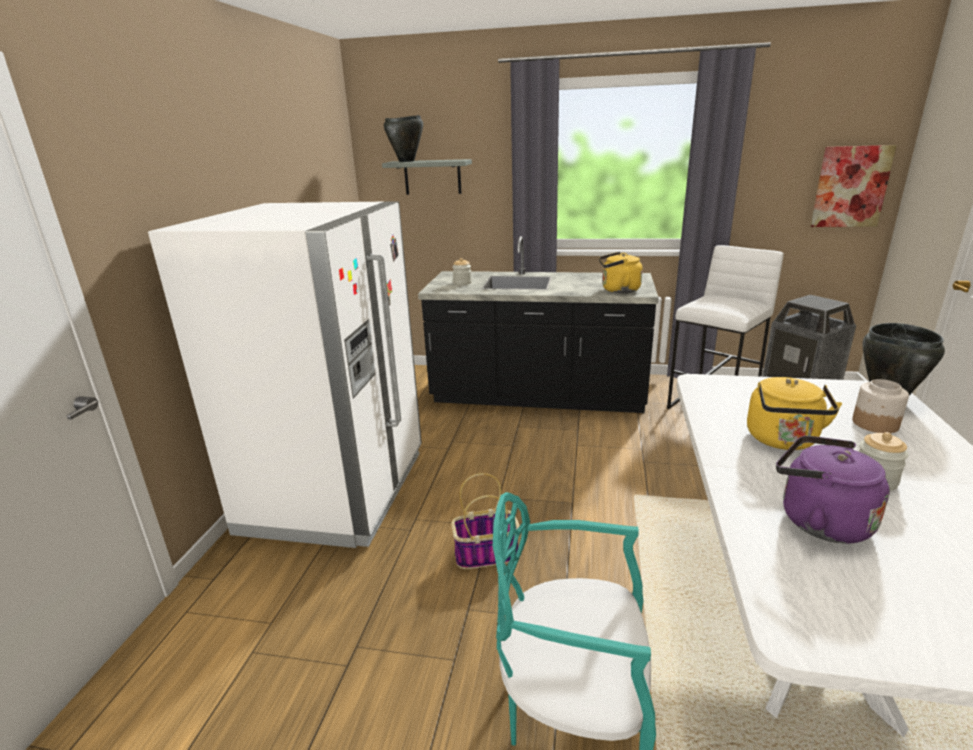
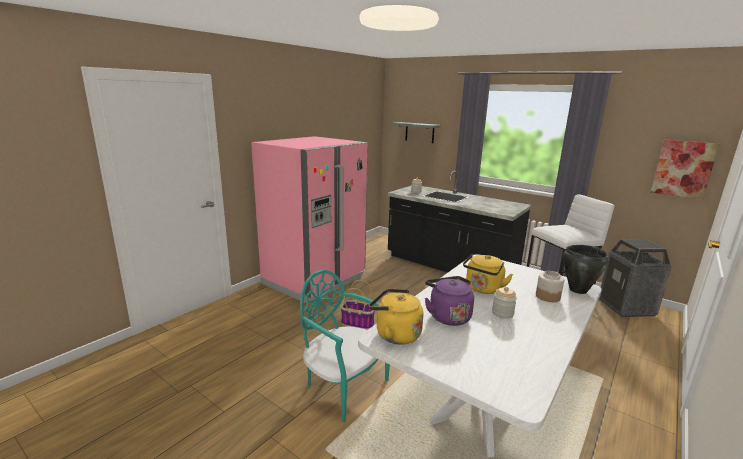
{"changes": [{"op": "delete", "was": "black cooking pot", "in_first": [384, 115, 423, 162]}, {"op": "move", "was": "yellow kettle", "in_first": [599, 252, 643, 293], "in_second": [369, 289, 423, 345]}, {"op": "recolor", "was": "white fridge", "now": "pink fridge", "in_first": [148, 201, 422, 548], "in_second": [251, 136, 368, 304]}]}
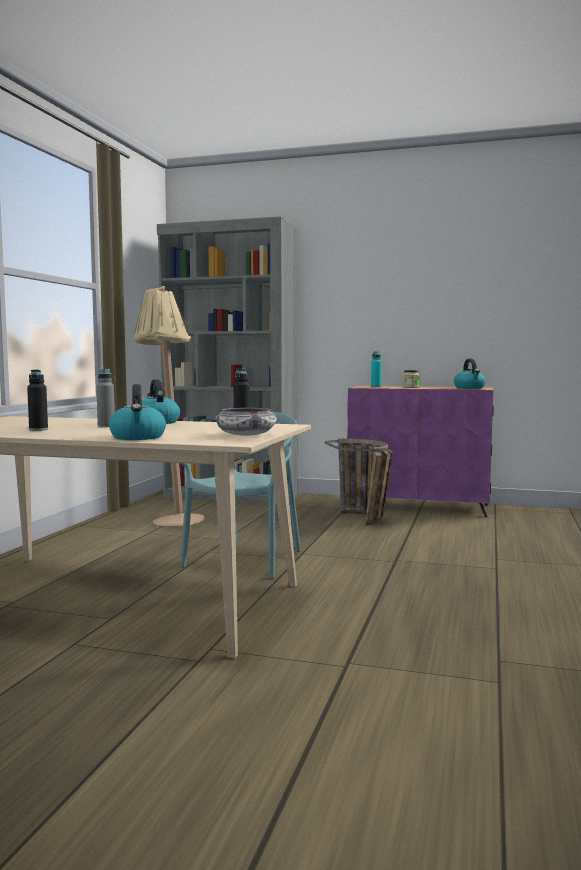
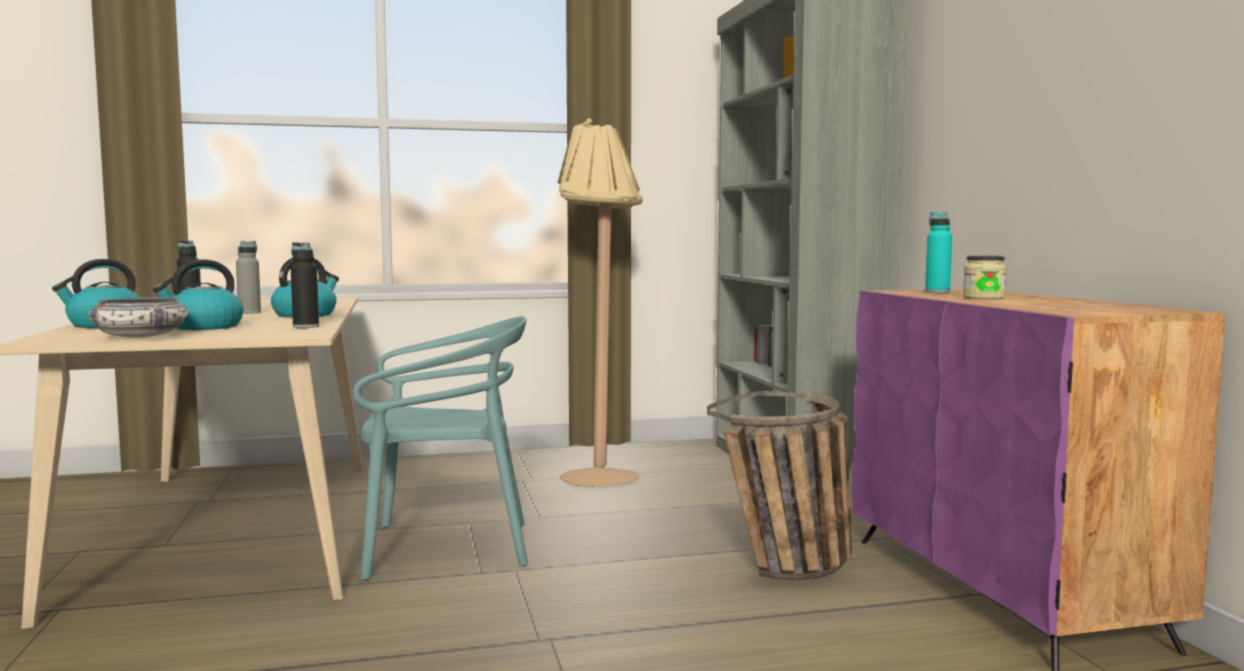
{"changes": [{"op": "move", "was": "kettle", "in_first": [454, 359, 486, 389], "in_second": [153, 259, 244, 330]}]}
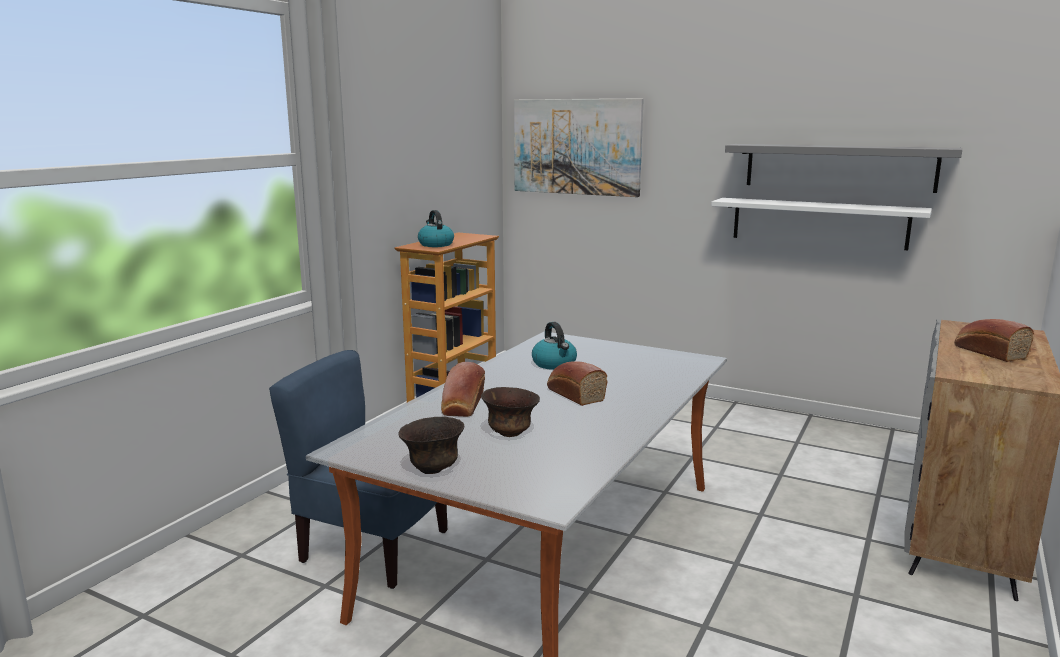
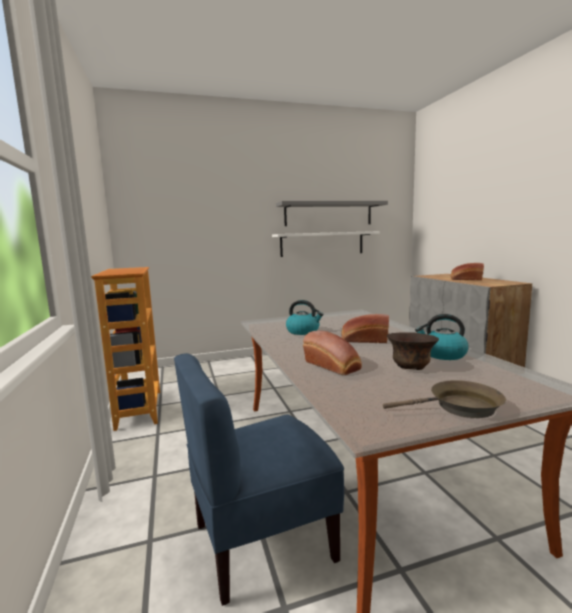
{"changes": [{"op": "delete", "was": "picture", "in_first": [514, 98, 644, 197]}, {"op": "move", "was": "kettle", "in_first": [418, 210, 454, 247], "in_second": [415, 314, 469, 360]}, {"op": "replace", "was": "brown bowl", "now": "brown frying pan", "in_first": [398, 417, 464, 474], "in_second": [383, 380, 506, 418]}]}
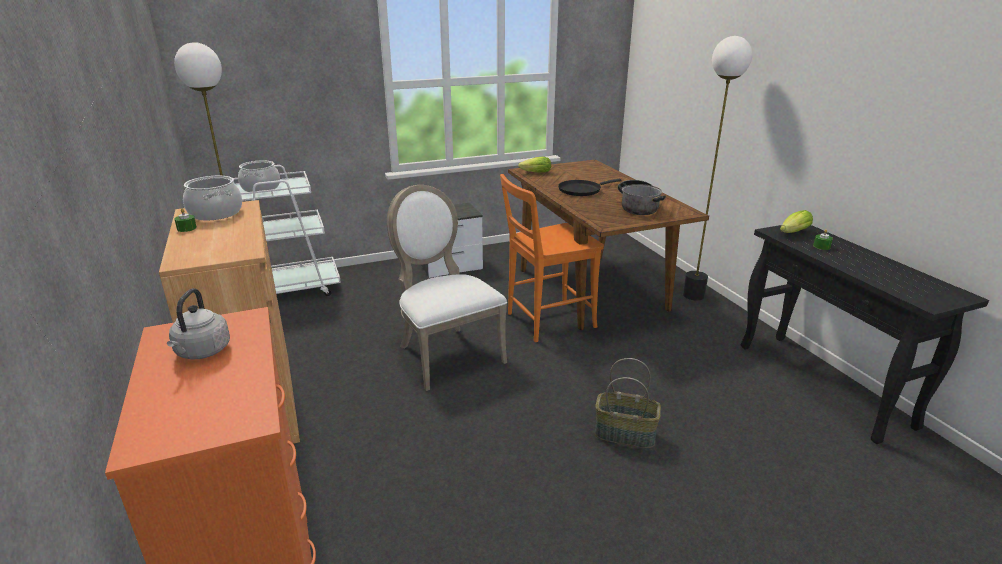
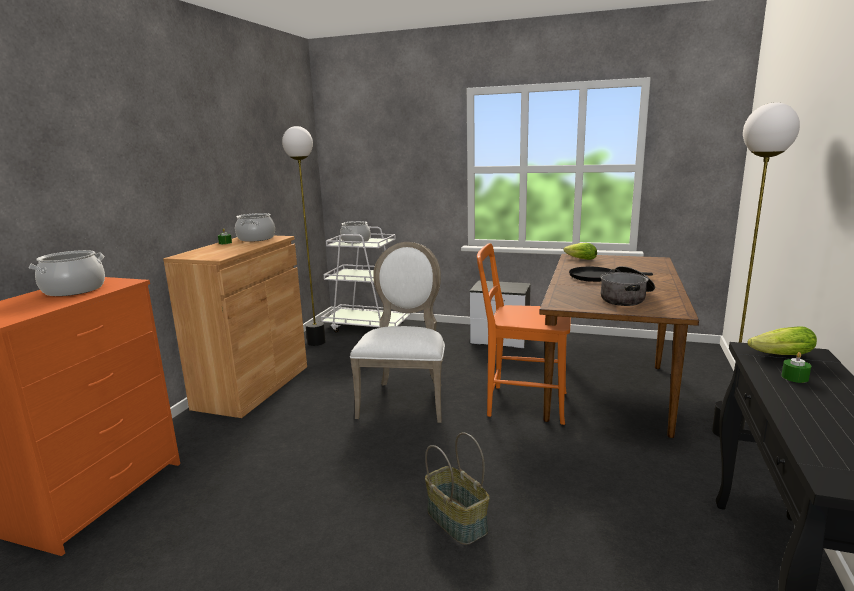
{"changes": [{"op": "replace", "was": "grey kettle", "now": "cooking pot", "in_first": [167, 288, 230, 359], "in_second": [29, 250, 105, 296]}]}
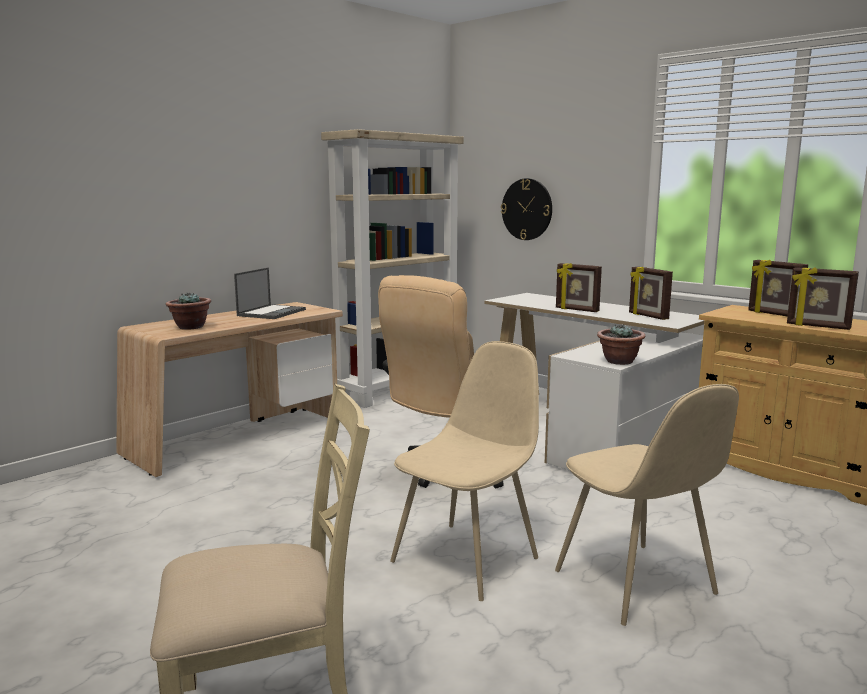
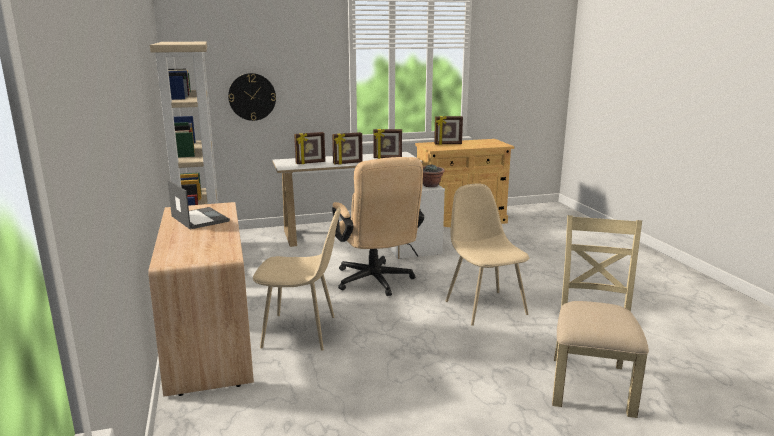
{"changes": [{"op": "delete", "was": "potted plant", "in_first": [166, 293, 211, 330]}, {"op": "move", "was": "beige chair", "in_first": [555, 384, 739, 626], "in_second": [253, 207, 341, 351]}, {"op": "move", "was": "picture frame", "in_first": [787, 267, 859, 330], "in_second": [294, 132, 325, 164]}]}
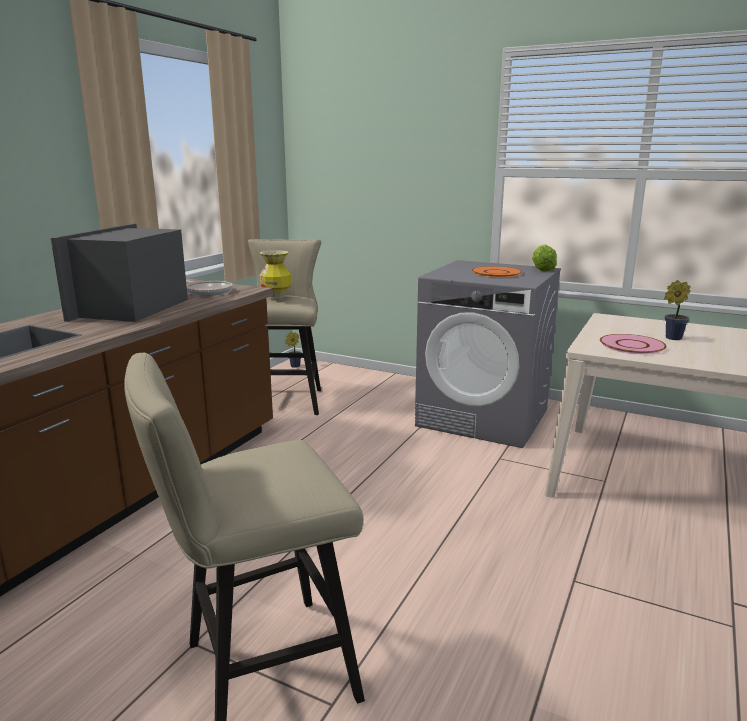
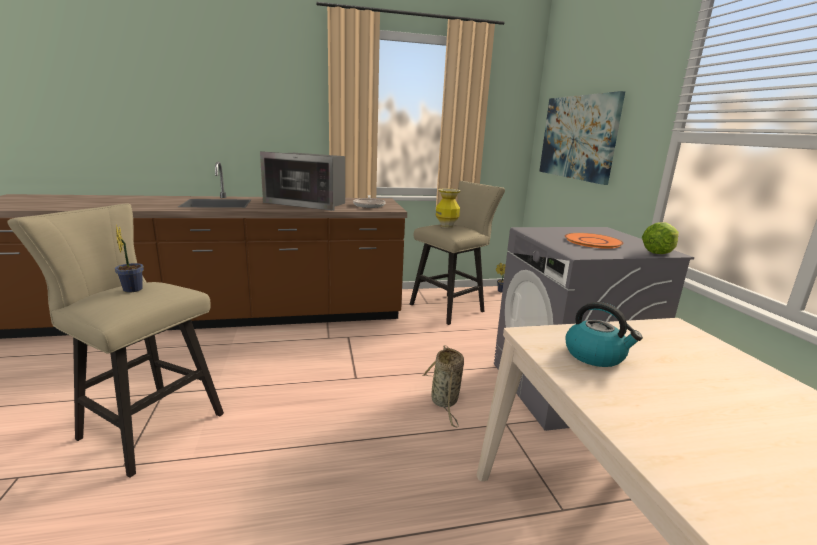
{"changes": [{"op": "insert", "now": "basket", "in_second": [422, 346, 464, 427]}, {"op": "insert", "now": "picture", "in_second": [539, 91, 625, 185]}, {"op": "move", "was": "potted plant", "in_first": [664, 280, 691, 340], "in_second": [115, 224, 144, 293]}, {"op": "replace", "was": "pink plate", "now": "kettle", "in_first": [600, 334, 667, 354], "in_second": [565, 302, 643, 367]}, {"op": "rotate", "was": "microwave", "in_first": [51, 224, 188, 322], "in_second": [260, 151, 345, 211], "clockwise": -135}]}
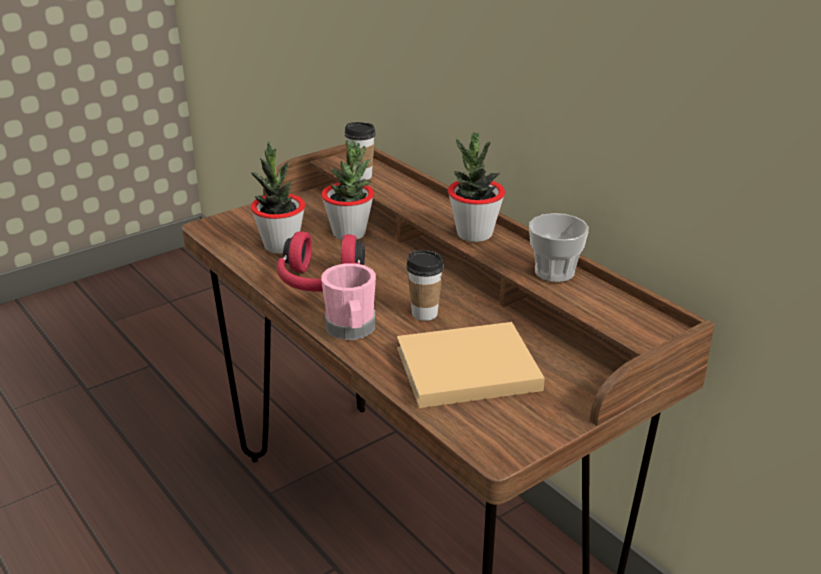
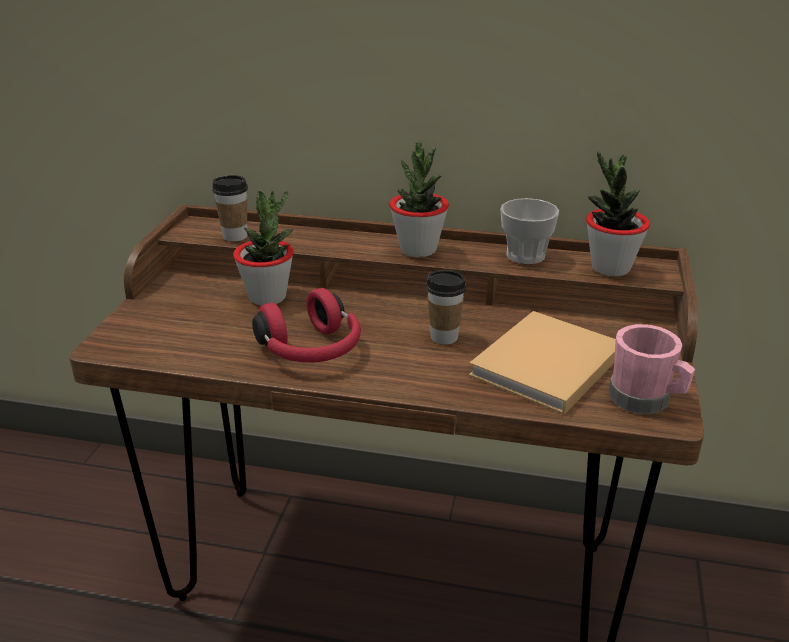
{"changes": [{"op": "move", "was": "potted plant", "in_first": [251, 141, 305, 254], "in_second": [586, 151, 650, 277]}, {"op": "move", "was": "pink mug", "in_first": [321, 263, 376, 340], "in_second": [609, 324, 695, 414]}]}
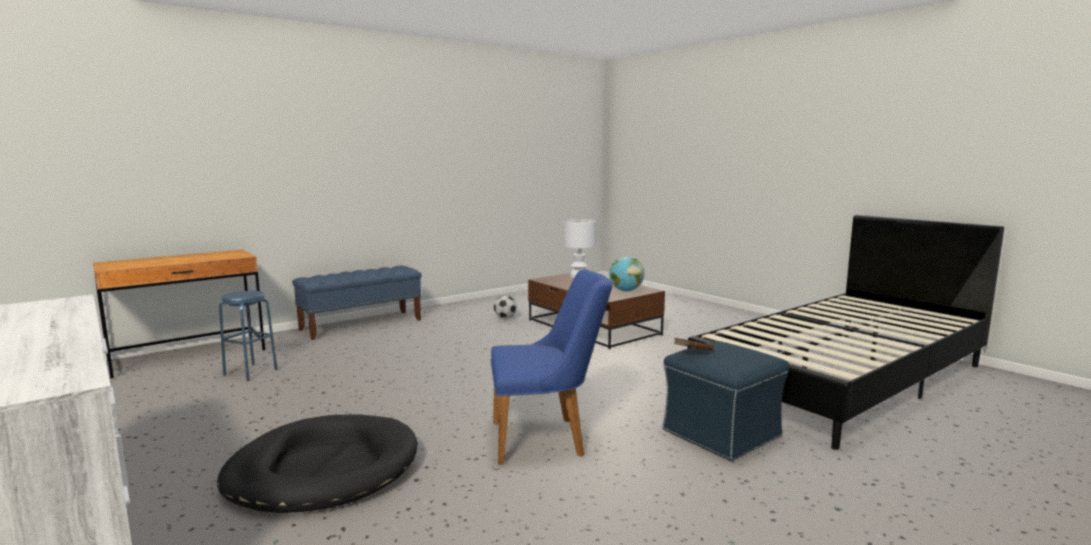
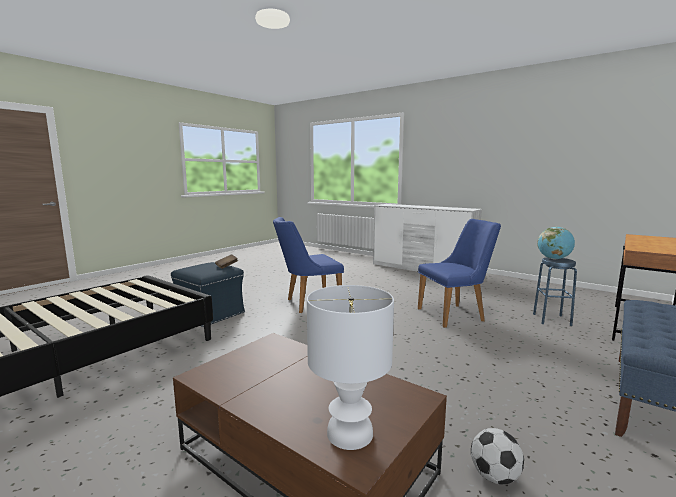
{"changes": [{"op": "delete", "was": "black dog bed", "in_first": [217, 414, 418, 513]}, {"op": "insert", "now": "blue chair", "in_second": [418, 219, 501, 328]}, {"op": "move", "was": "globe", "in_first": [609, 256, 644, 291], "in_second": [537, 227, 575, 259]}]}
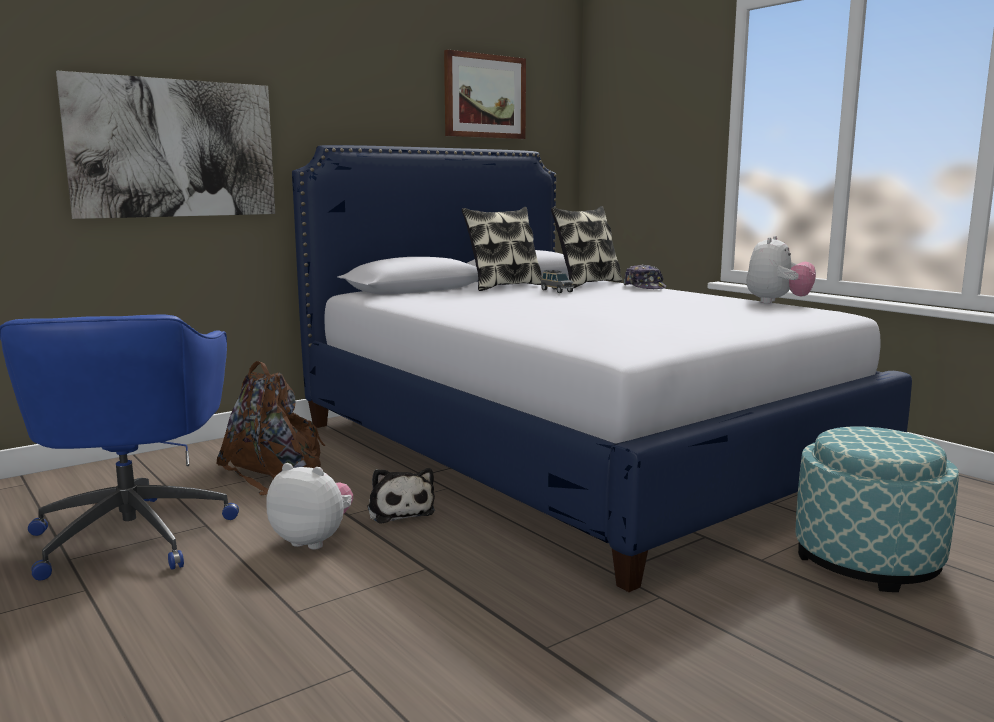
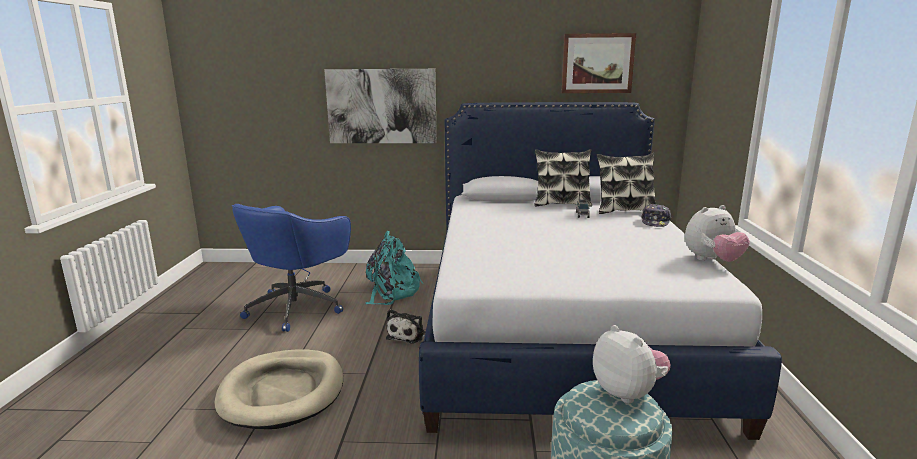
{"changes": [{"op": "insert", "now": "beige dog bed", "in_second": [214, 349, 343, 429]}, {"op": "move", "was": "plush toy", "in_first": [266, 463, 353, 549], "in_second": [593, 325, 671, 403]}, {"op": "recolor", "was": "brown backpack", "now": "turquoise backpack", "in_first": [216, 361, 325, 495], "in_second": [365, 231, 423, 305]}]}
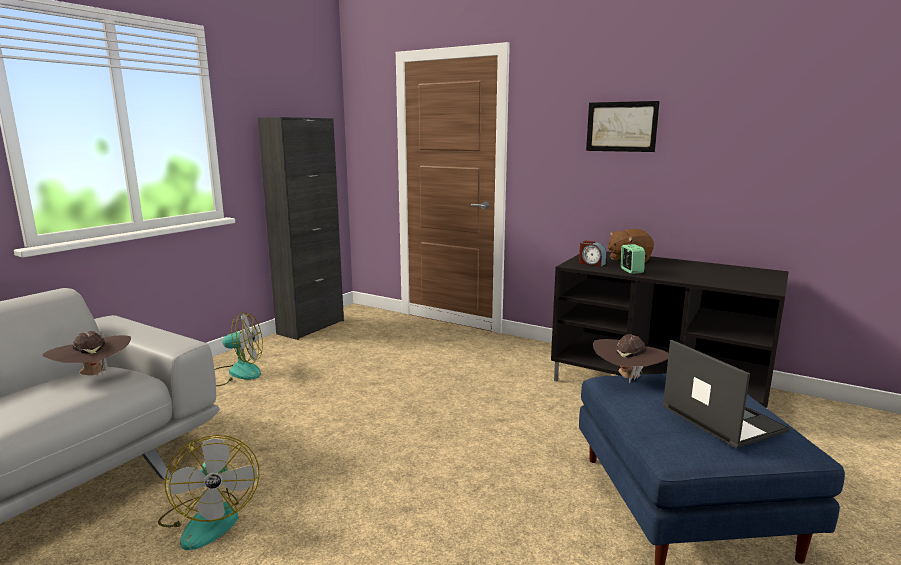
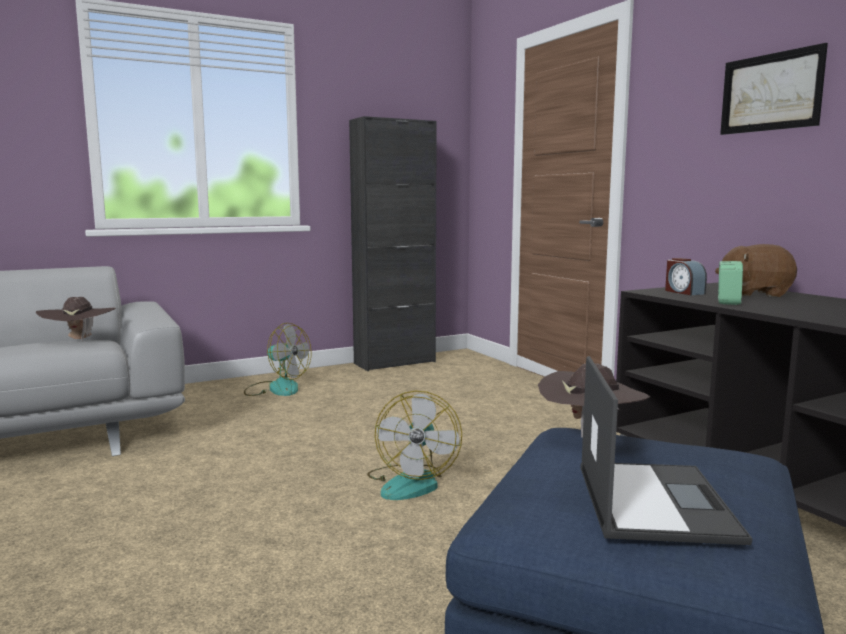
{"changes": [{"op": "move", "was": "fan", "in_first": [158, 435, 260, 550], "in_second": [367, 391, 462, 500]}]}
